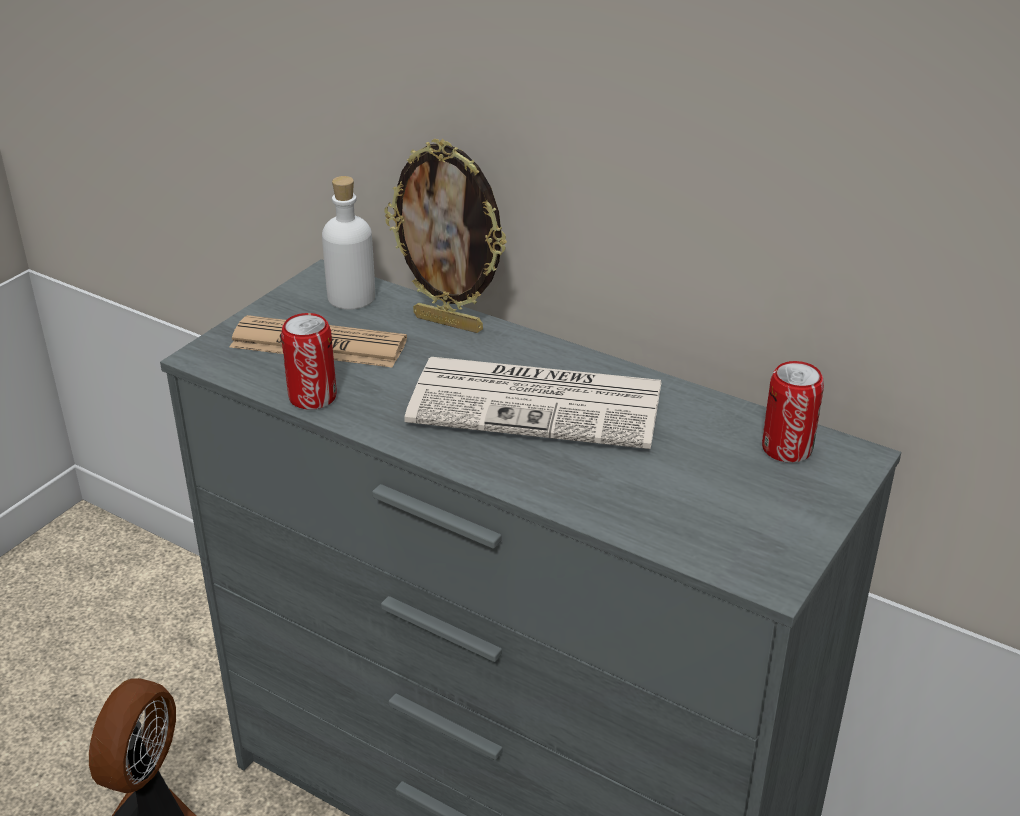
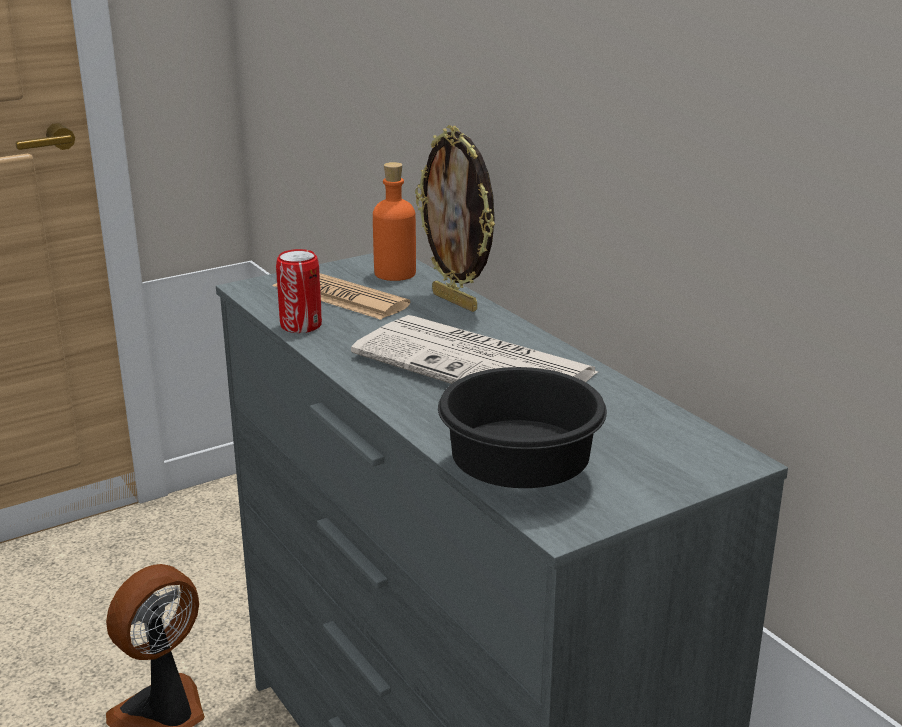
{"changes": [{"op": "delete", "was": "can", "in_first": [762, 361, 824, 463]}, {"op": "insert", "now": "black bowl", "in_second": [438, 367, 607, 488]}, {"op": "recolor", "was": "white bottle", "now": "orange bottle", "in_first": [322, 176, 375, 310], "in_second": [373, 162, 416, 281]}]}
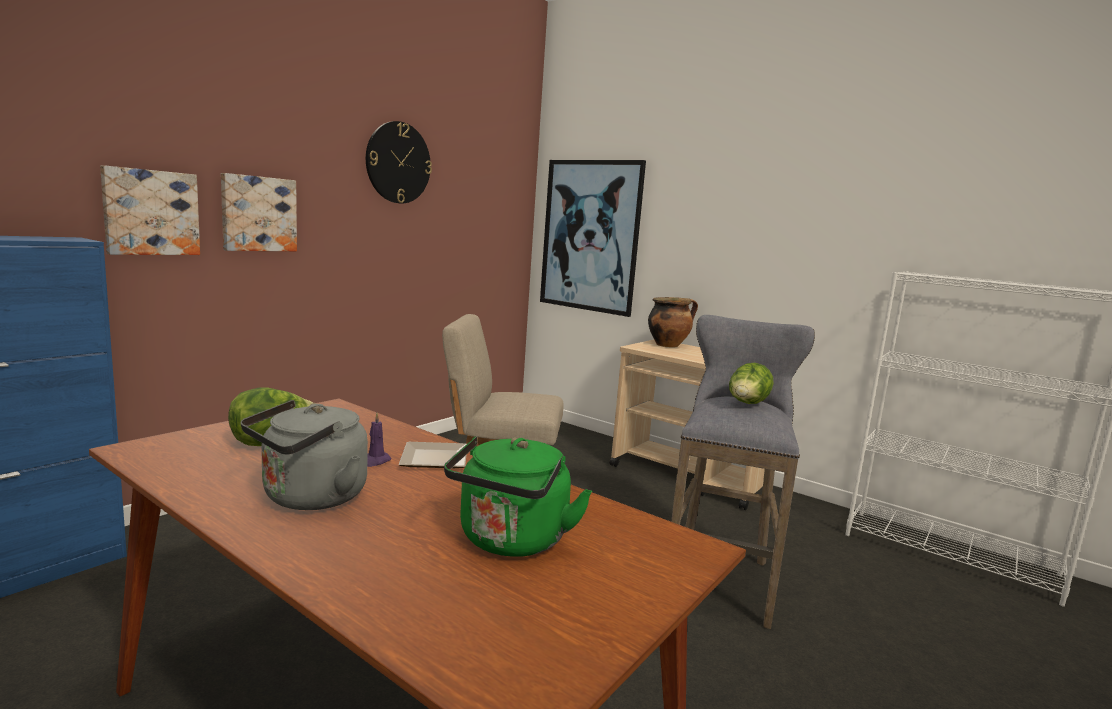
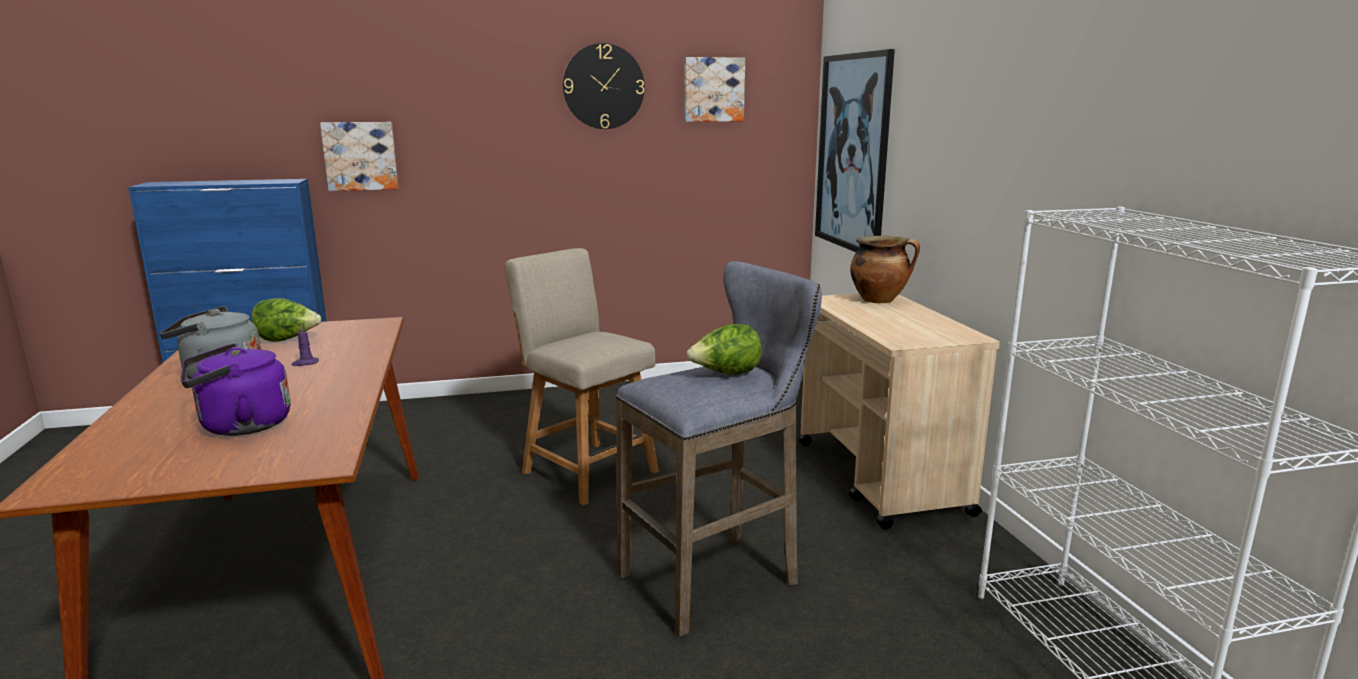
{"changes": [{"op": "delete", "was": "plate", "in_first": [398, 442, 466, 468]}, {"op": "move", "was": "picture", "in_first": [221, 173, 297, 252], "in_second": [684, 57, 745, 122]}, {"op": "recolor", "was": "green kettle", "now": "purple kettle", "in_first": [444, 436, 592, 557], "in_second": [181, 343, 291, 436]}]}
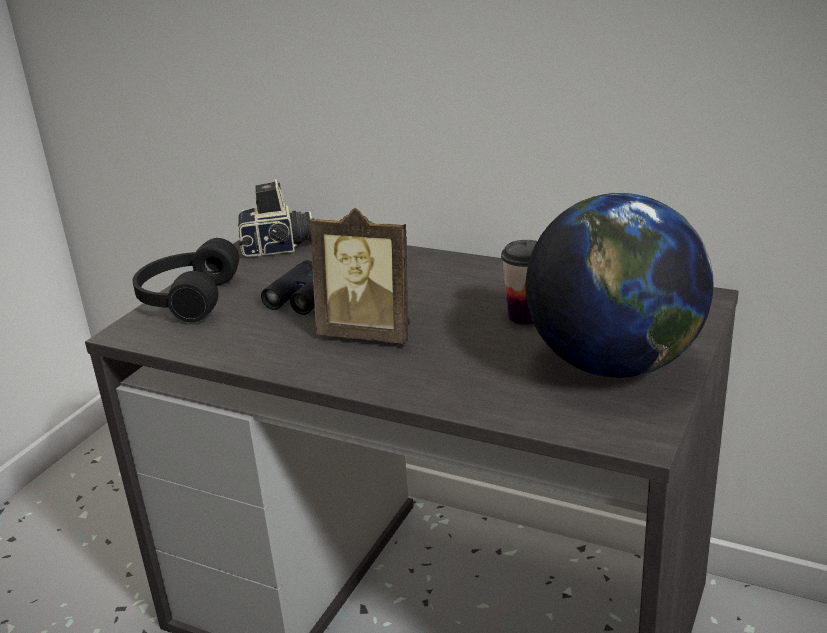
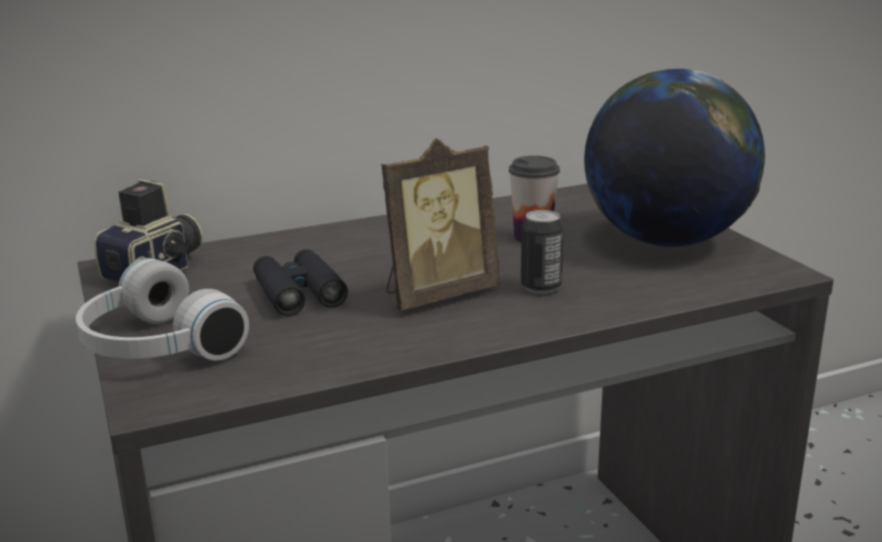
{"changes": [{"op": "insert", "now": "can", "in_second": [521, 210, 564, 294]}, {"op": "recolor", "was": "black headphones", "now": "white headphones", "in_first": [132, 238, 239, 322], "in_second": [76, 258, 249, 361]}]}
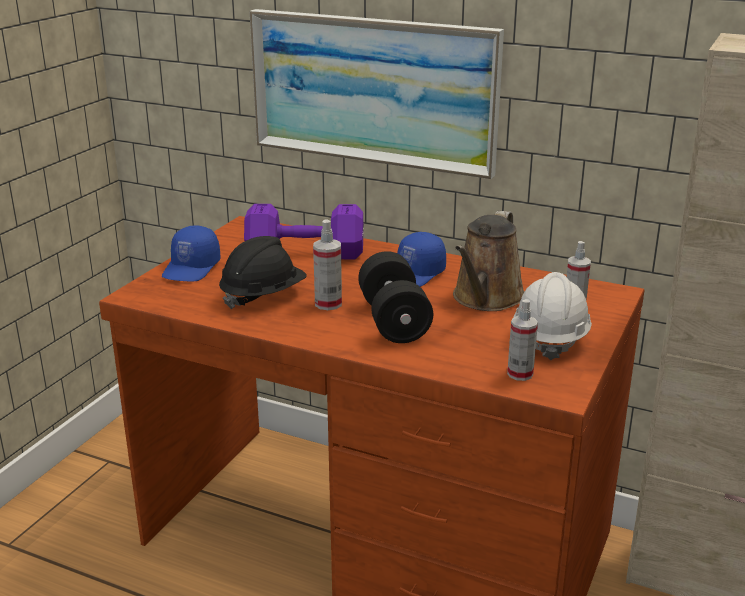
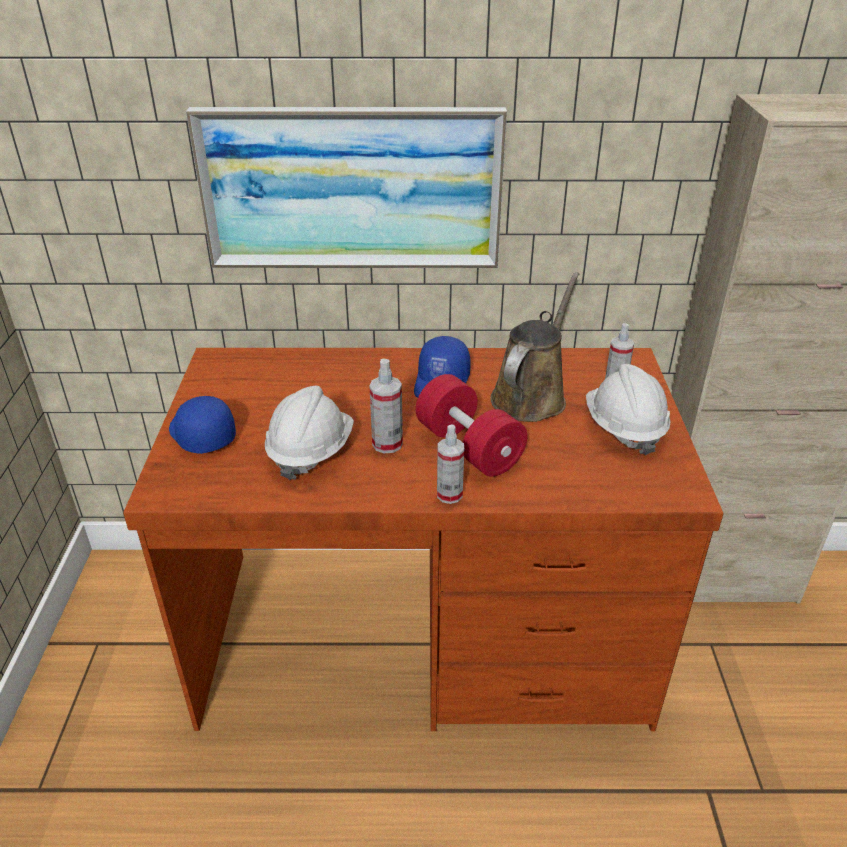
{"changes": [{"op": "delete", "was": "purple dumbbell", "in_first": [244, 204, 364, 259]}, {"op": "move", "was": "spray bottle", "in_first": [507, 299, 538, 381], "in_second": [437, 424, 464, 504]}, {"op": "recolor", "was": "black hard hat", "now": "white hard hat", "in_first": [219, 236, 307, 309], "in_second": [265, 386, 354, 480]}, {"op": "recolor", "was": "black dumbbell", "now": "red dumbbell", "in_first": [358, 251, 433, 343], "in_second": [416, 374, 527, 477]}, {"op": "rotate", "was": "blue cap", "in_first": [162, 225, 221, 282], "in_second": [169, 396, 236, 454], "clockwise": 150}, {"op": "rotate", "was": "brown watering can", "in_first": [453, 211, 525, 311], "in_second": [490, 272, 579, 422], "clockwise": -150}]}
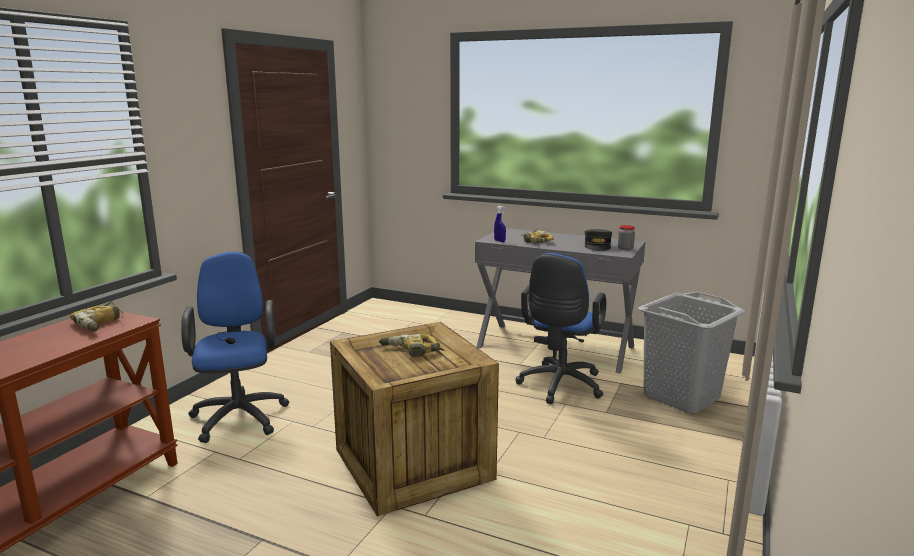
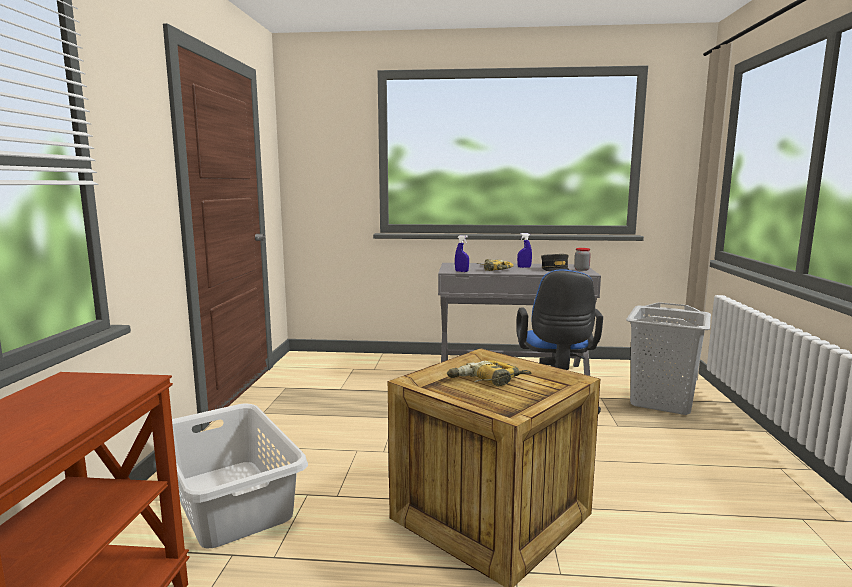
{"changes": [{"op": "delete", "was": "power drill", "in_first": [70, 301, 124, 331]}, {"op": "insert", "now": "blue spray bottle", "in_second": [517, 233, 532, 268]}, {"op": "replace", "was": "blue office chair", "now": "grey laundry basket", "in_first": [181, 251, 289, 443], "in_second": [172, 403, 308, 548]}]}
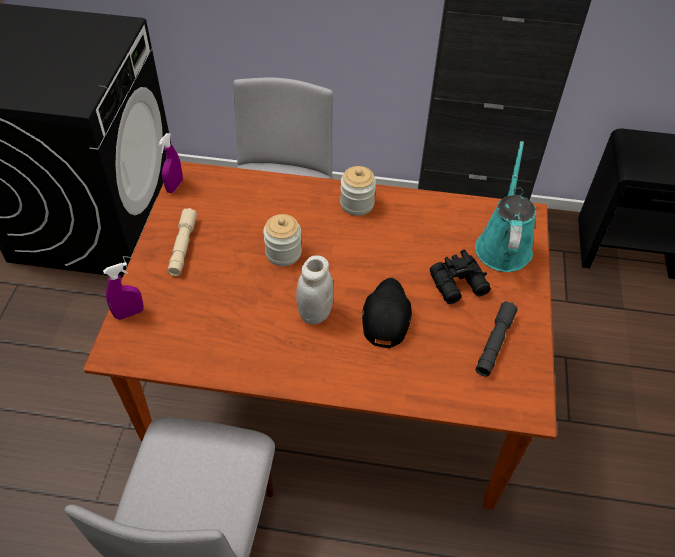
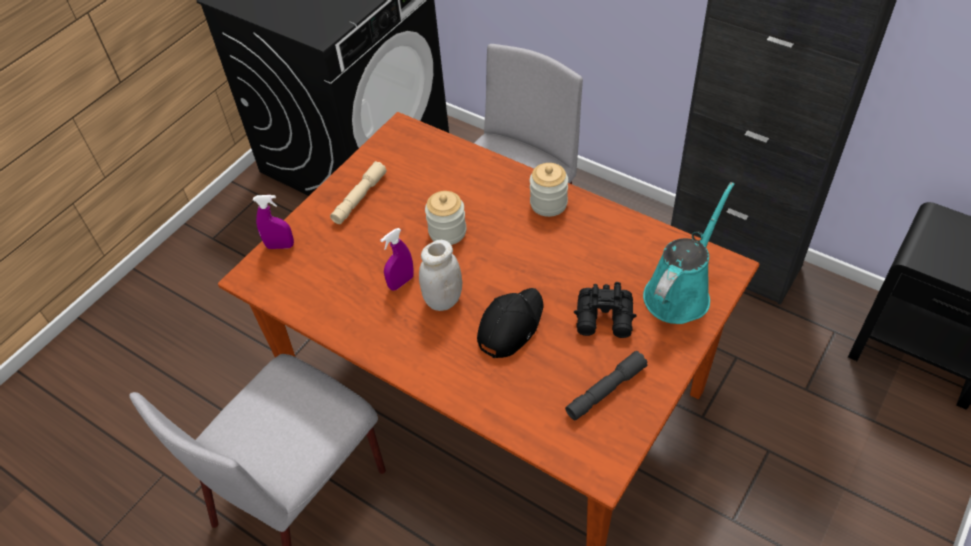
{"changes": [{"op": "move", "was": "purple spray bottle", "in_first": [158, 133, 183, 193], "in_second": [380, 228, 414, 291]}]}
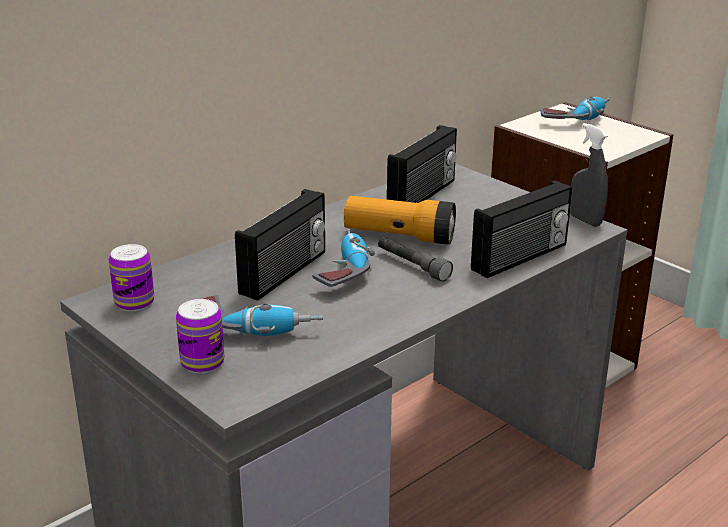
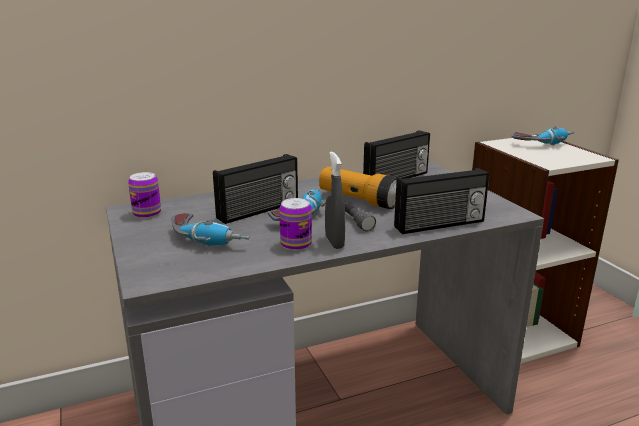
{"changes": [{"op": "move", "was": "can", "in_first": [176, 299, 224, 373], "in_second": [279, 198, 312, 251]}, {"op": "move", "was": "grey spray bottle", "in_first": [570, 123, 608, 227], "in_second": [325, 151, 345, 249]}]}
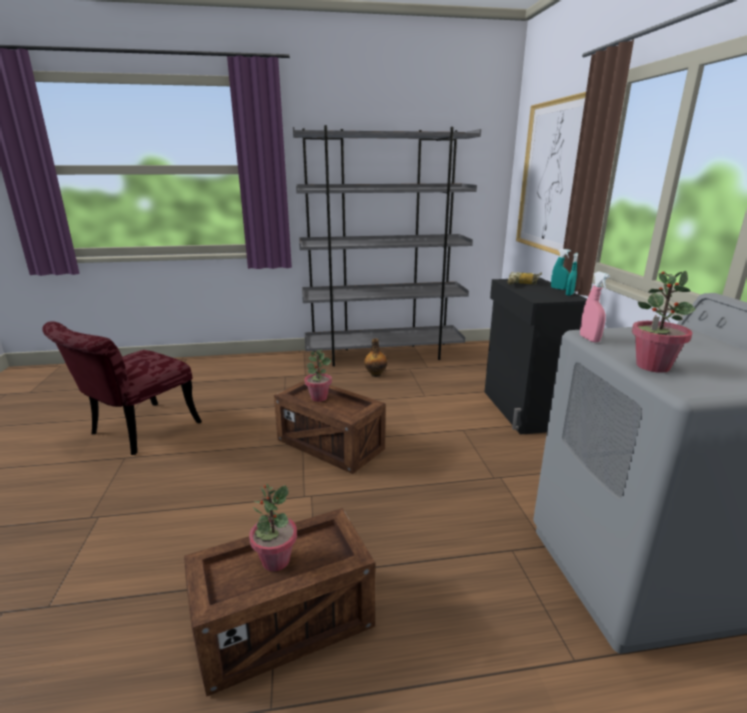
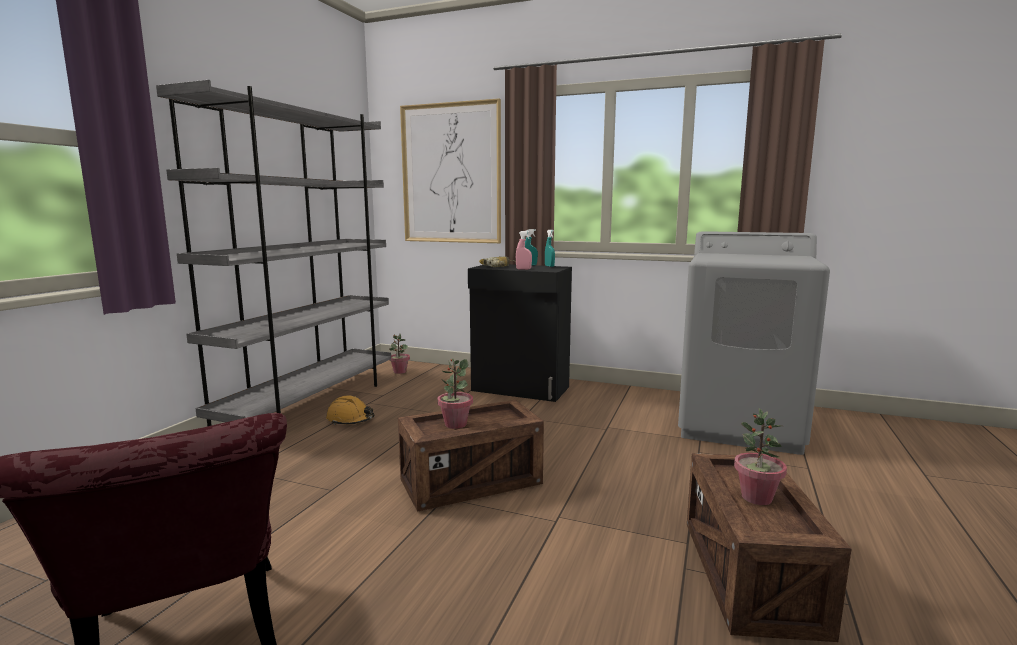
{"changes": [{"op": "move", "was": "pink spray bottle", "in_first": [580, 271, 610, 342], "in_second": [516, 231, 532, 270]}, {"op": "move", "was": "potted plant", "in_first": [632, 271, 695, 373], "in_second": [389, 334, 410, 374]}, {"op": "replace", "was": "bottle", "now": "orange hard hat", "in_first": [364, 339, 387, 377], "in_second": [326, 396, 375, 425]}]}
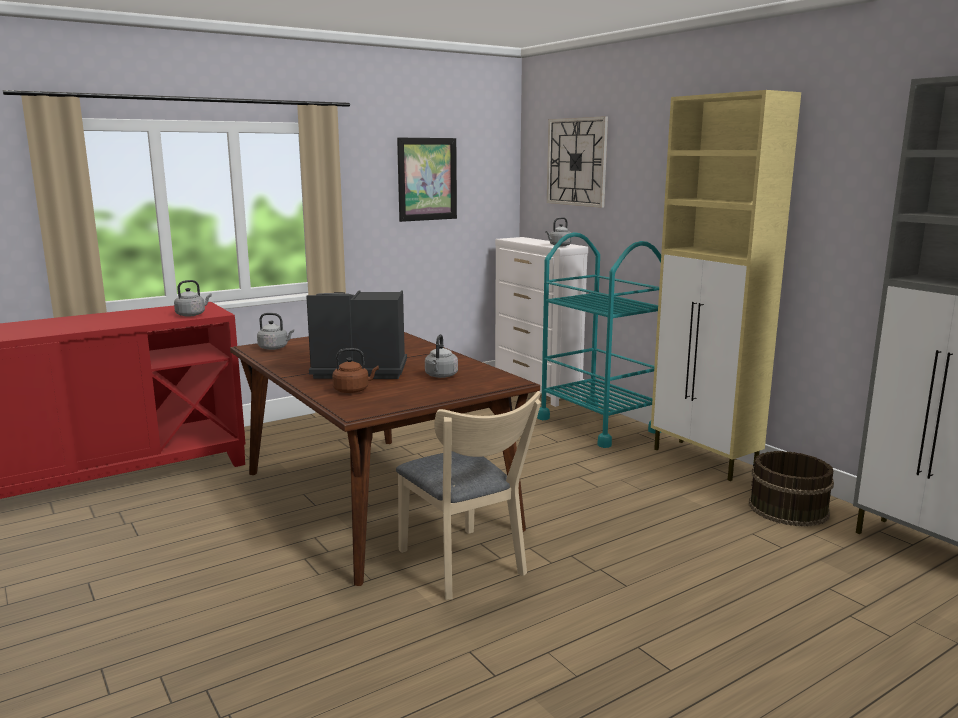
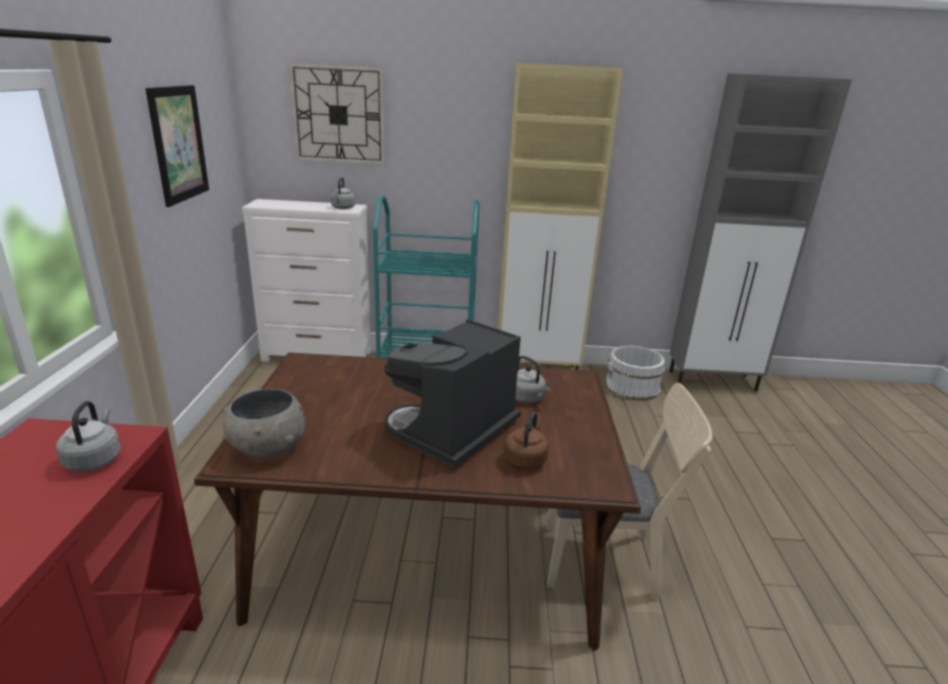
{"changes": [{"op": "replace", "was": "grey kettle", "now": "grey bowl", "in_first": [257, 313, 294, 350], "in_second": [222, 389, 305, 458]}, {"op": "recolor", "was": "brown bucket", "now": "white bucket", "in_first": [749, 451, 834, 526], "in_second": [605, 346, 665, 401]}]}
